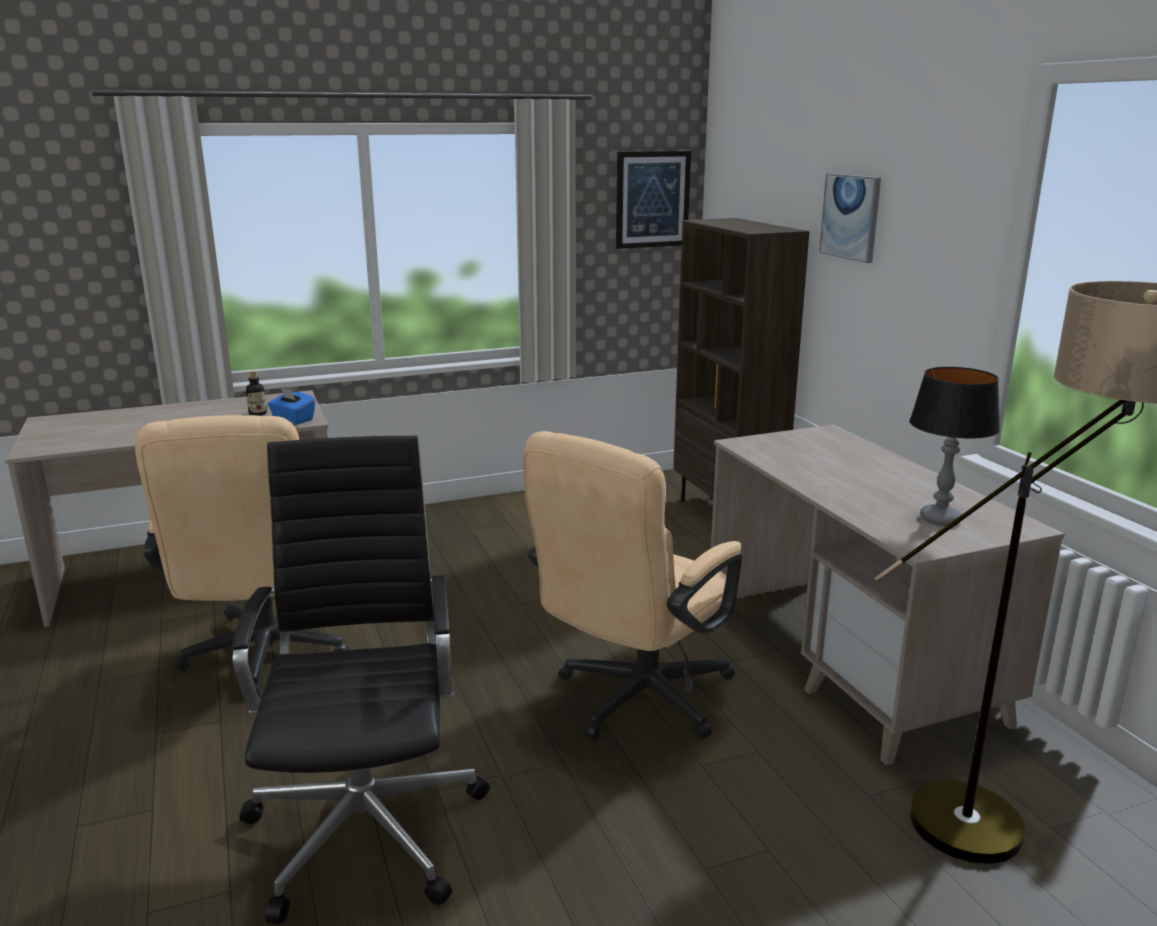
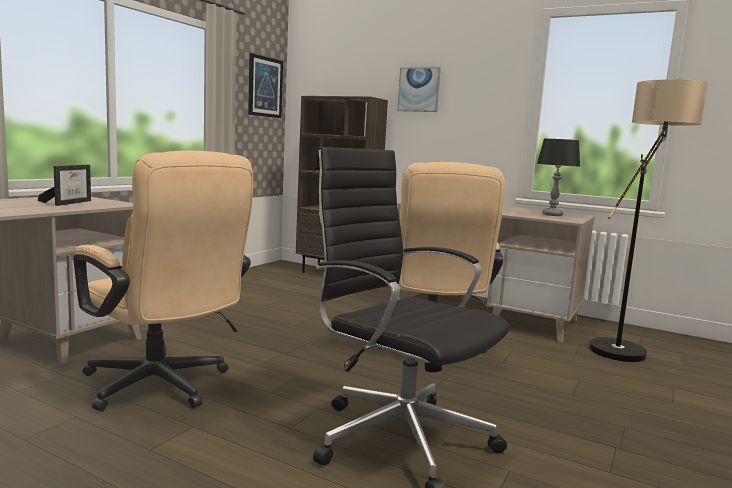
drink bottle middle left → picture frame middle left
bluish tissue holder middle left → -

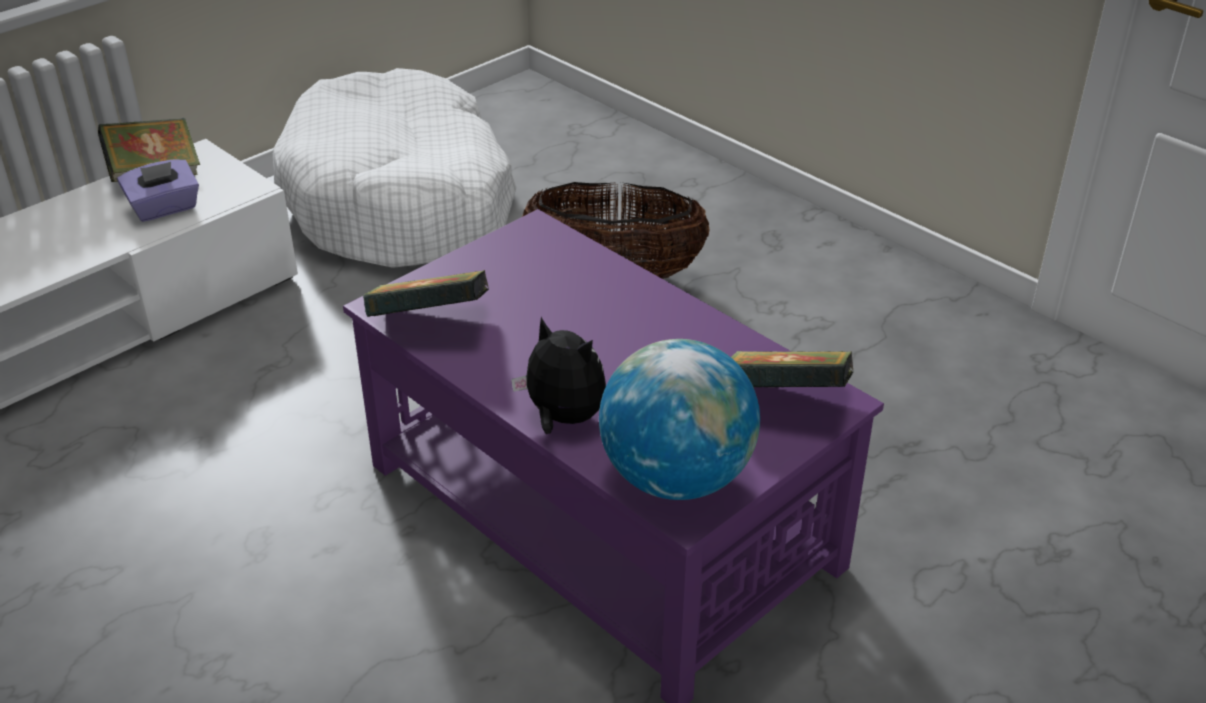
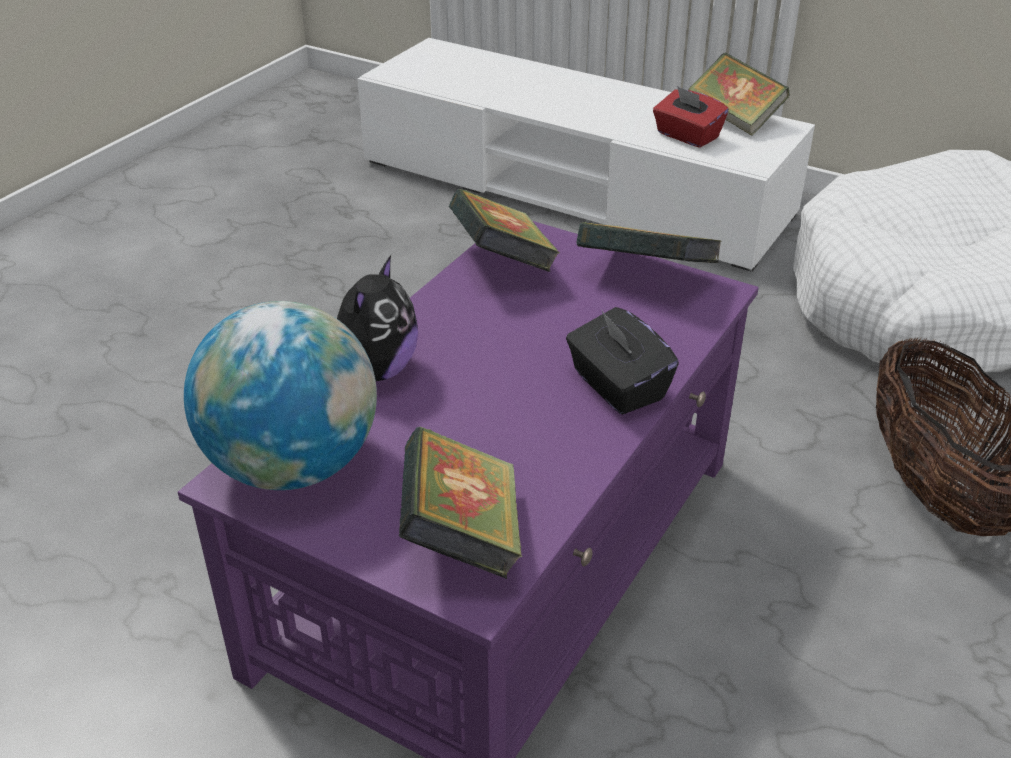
purple tissue holder top left → red tissue holder top right
- → volume (no. 3 from left) top centre
- → black tissue holder centre

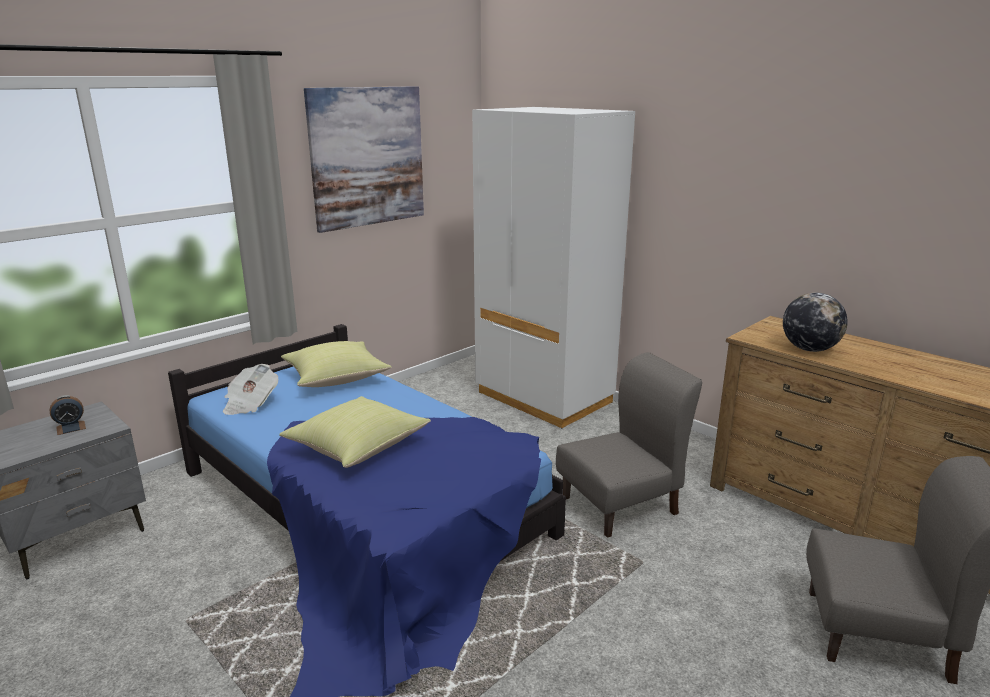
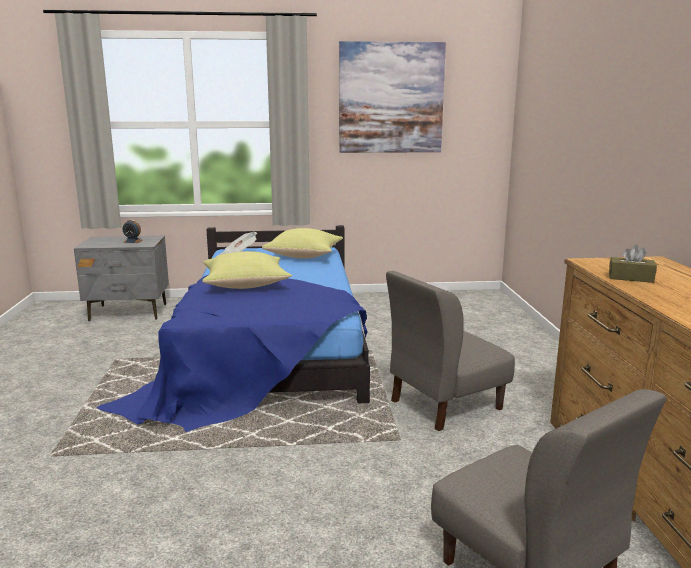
whitish armoire centre → -
desk globe middle right → brownish tissue holder middle right
greyish plain chair (no. 1 from left) centre, 135 degrees clockwise

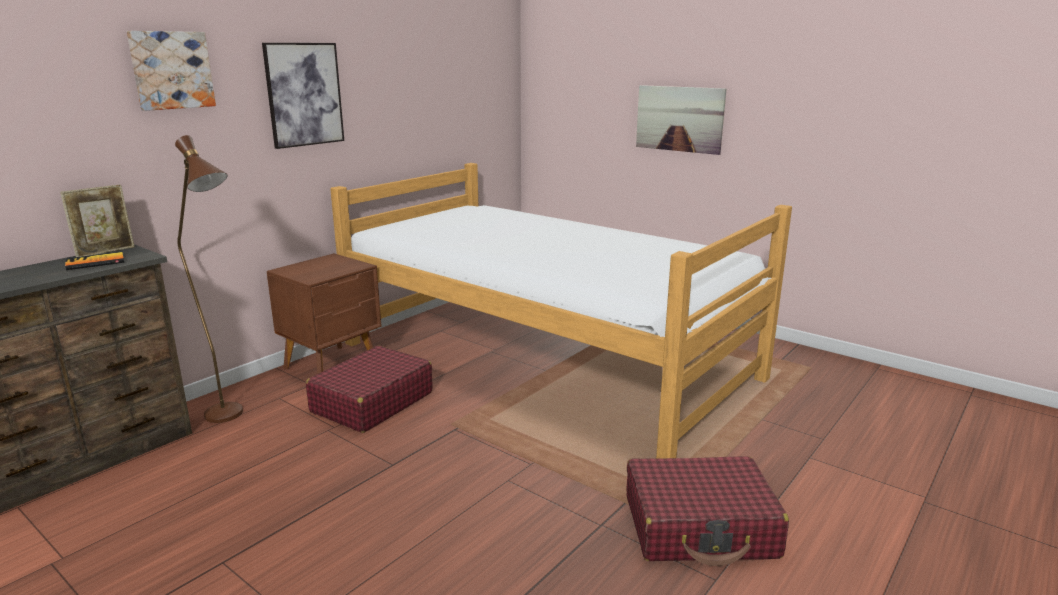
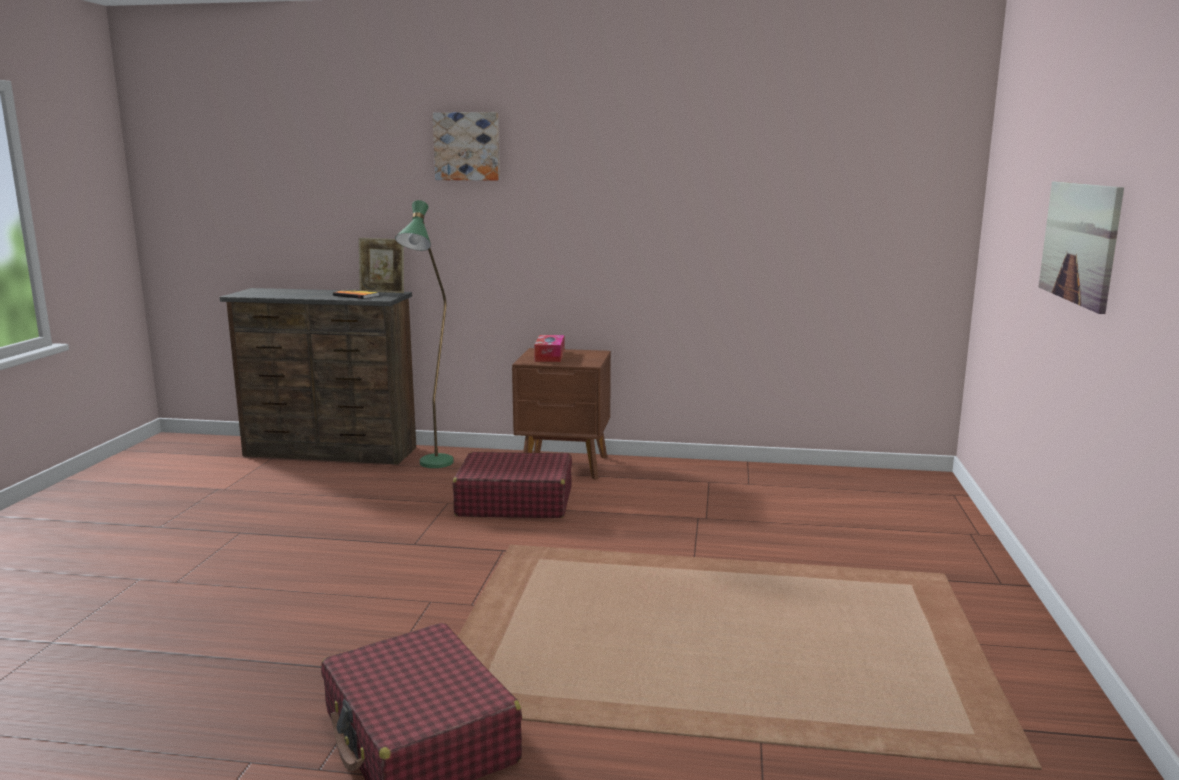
wall picture (no. 2 from left) top left → -
brownish standard lamp middle left → green standard lamp centre
bed centre → -
- → tissue holder centre

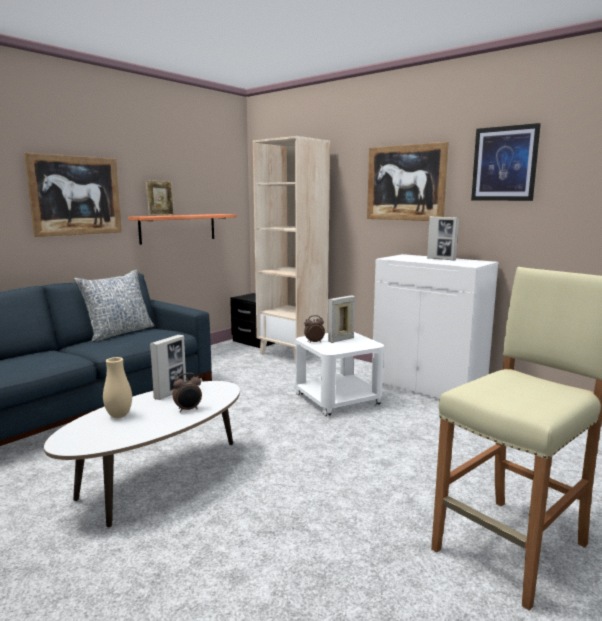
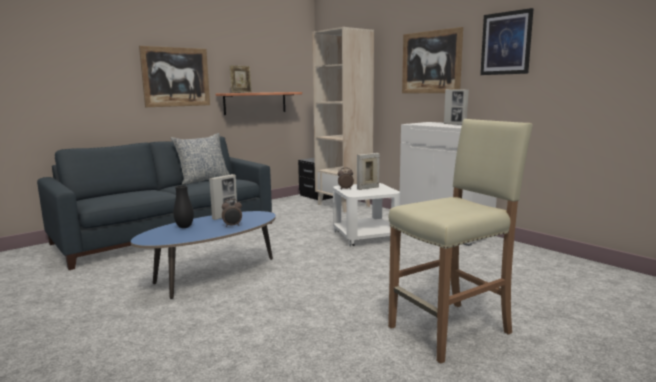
beige-coloured decorative vase middle left → black decorative vase middle left
whitish coffee table bottom left → bluish coffee table bottom left

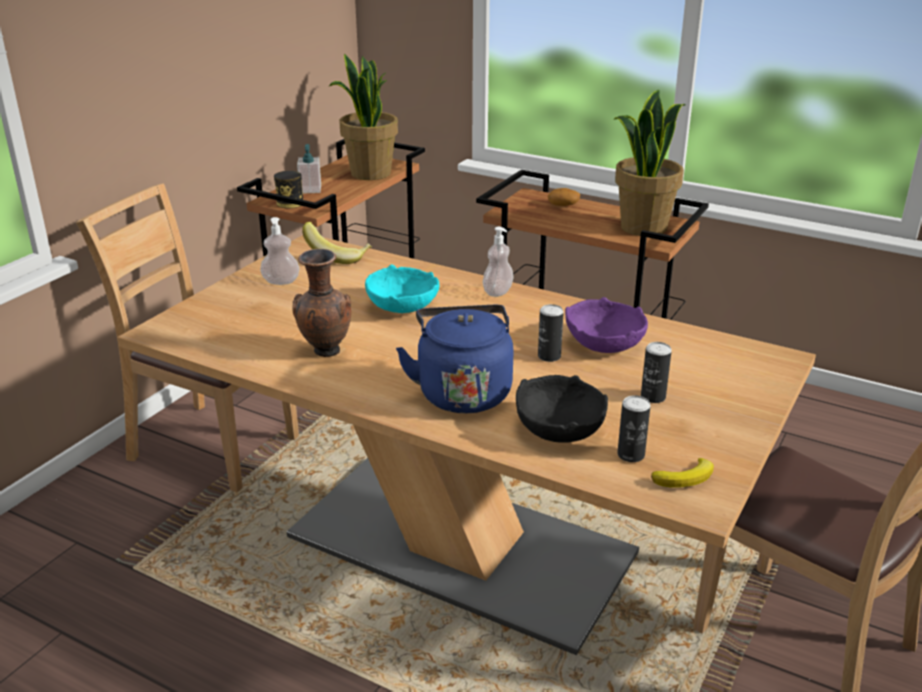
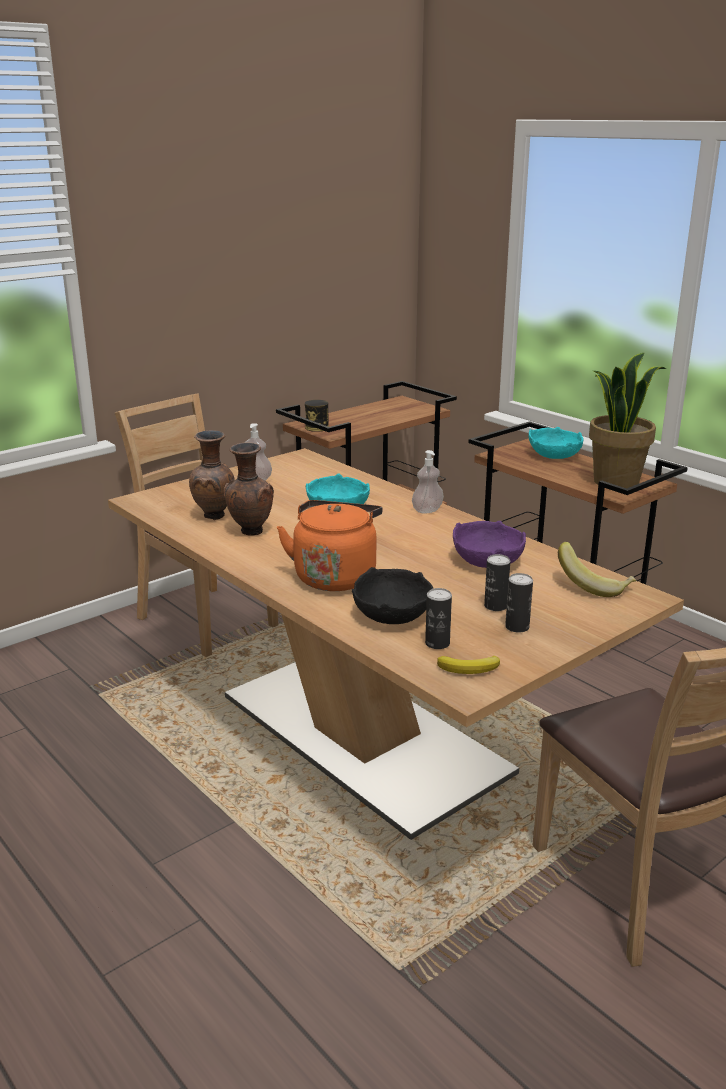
plant in a pot (no. 1 from left) top centre → -
soap dispenser (no. 2 from left) top centre → -
whole potato top centre → turquoise deep dish (no. 2 from left) middle right
whole banana (no. 1 from left in the first image) centre → whole banana (no. 2 from left) middle right, relocated
sealed can (no. 2 from left in the first image) centre → sealed can (no. 4 from left) middle right, relocated
bluish kettle centre → orange-coloured kettle centre
- → brownish decorative vase (no. 1 from left) middle left

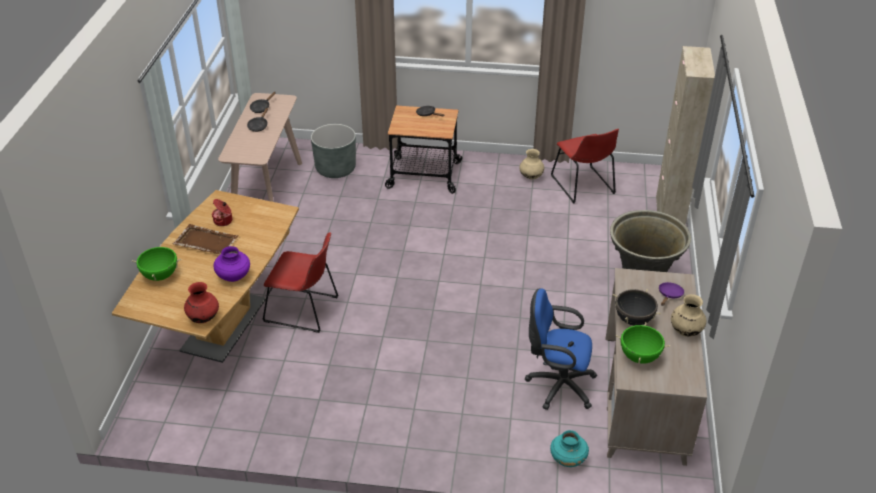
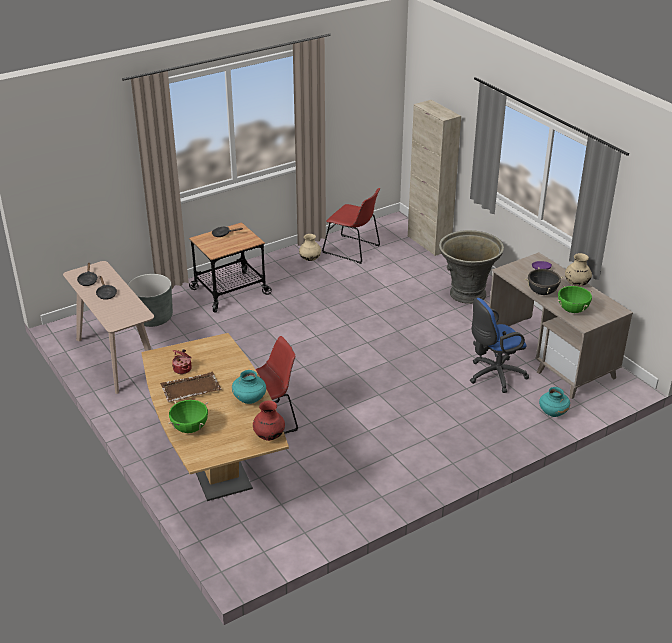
purple decorative vase middle left → turquoise decorative vase (no. 1 from left) centre

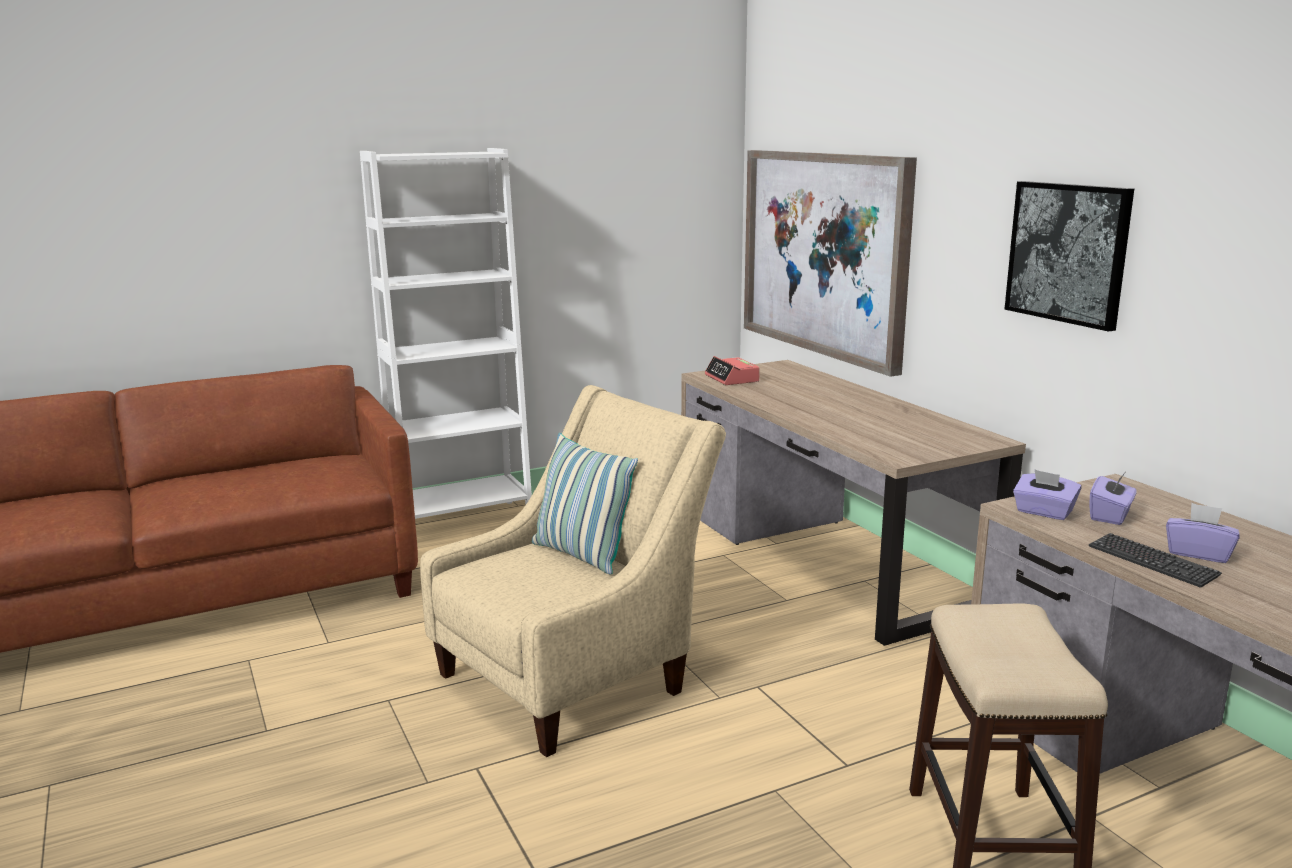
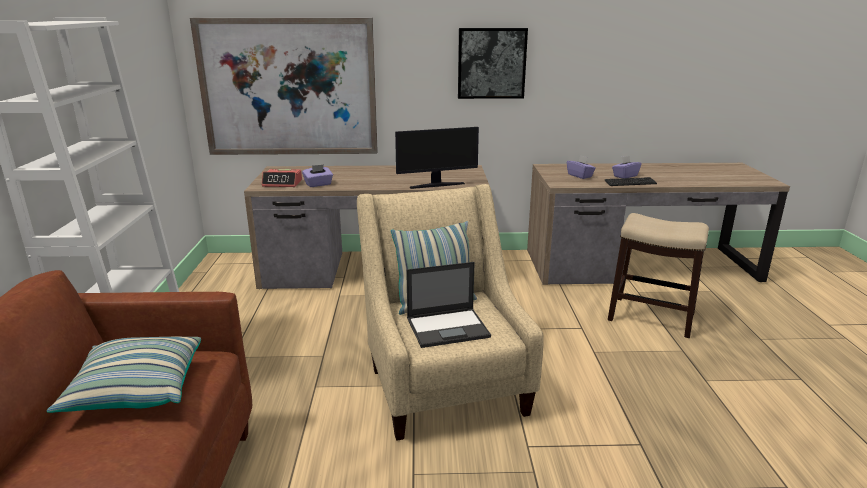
purple tissue holder (no. 1 from left) middle right → purple tissue holder (no. 1 from left) centre, relocated
- → monitor top centre
- → portable computer centre
- → pillow (no. 1 from left) bottom left

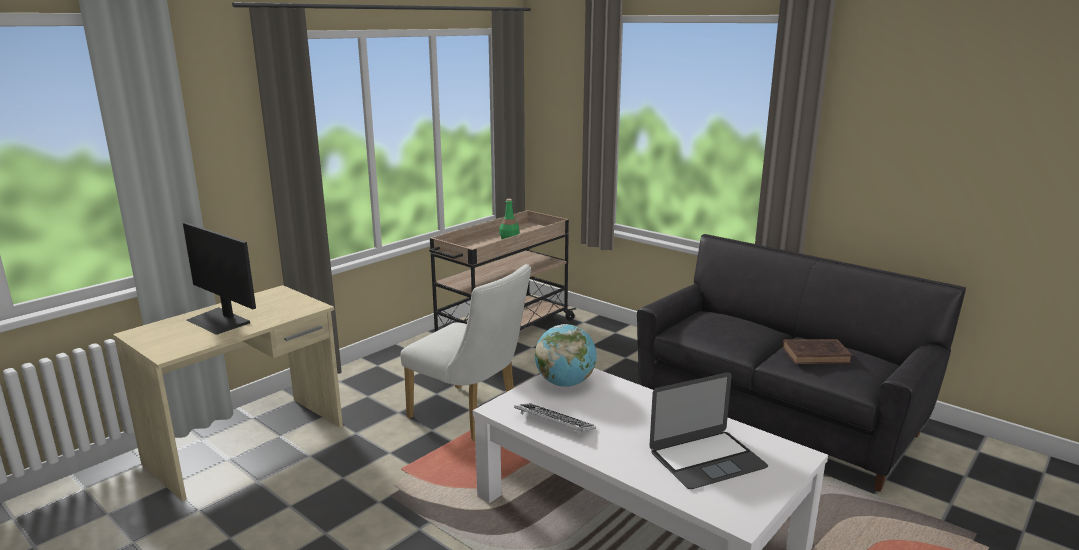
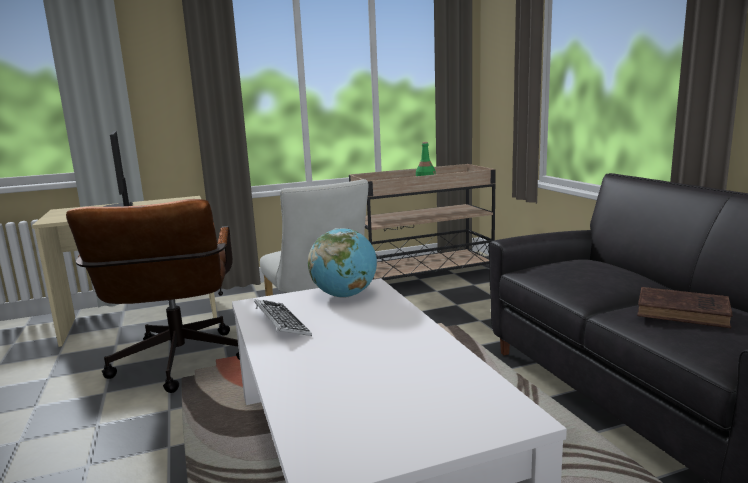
portable computer bottom centre → -
- → brownish desk chair middle left

